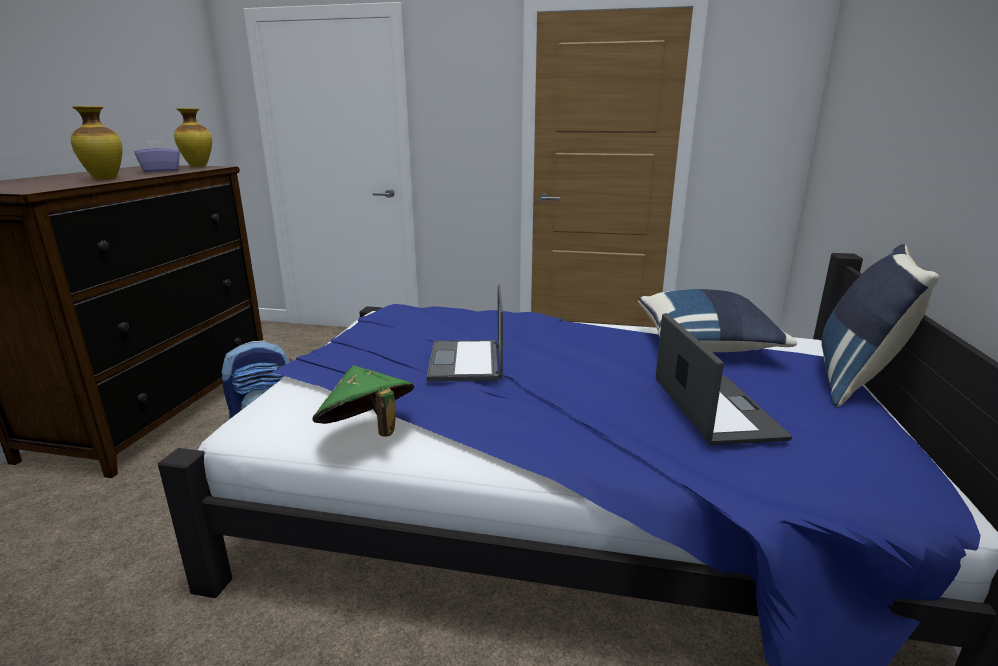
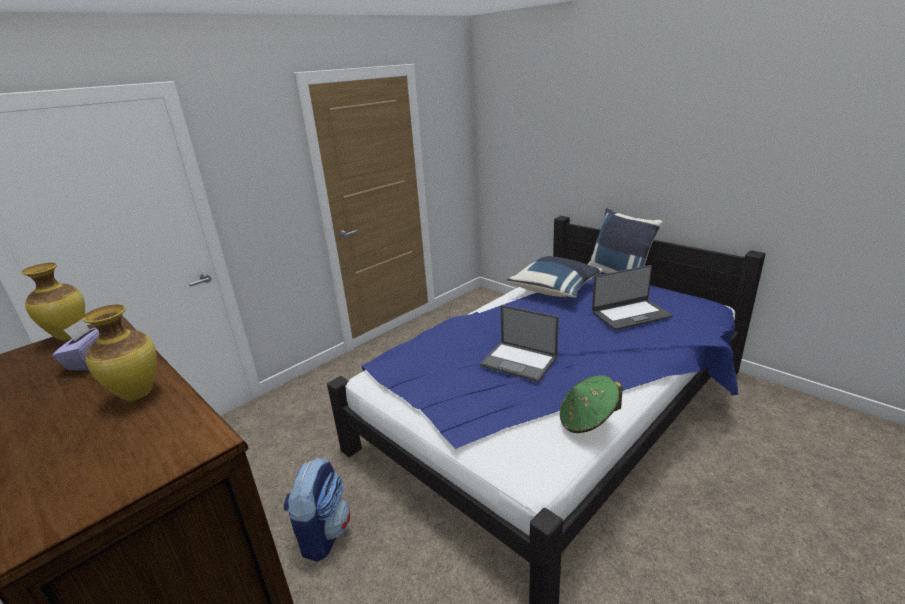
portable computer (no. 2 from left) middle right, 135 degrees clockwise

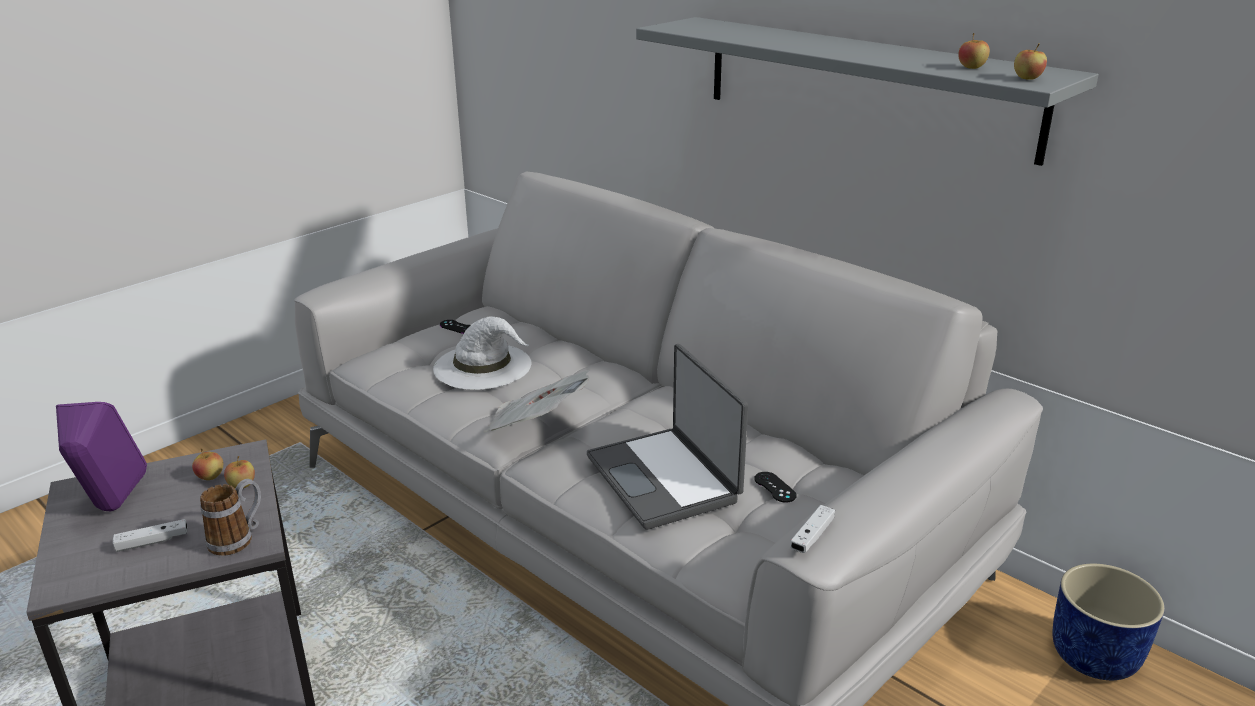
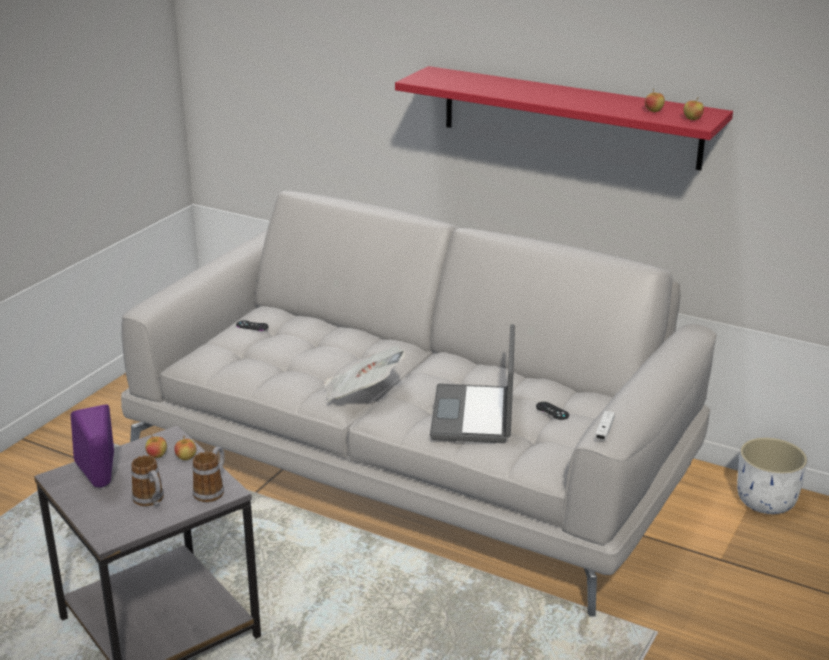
greyish wall shelf top right → red wall shelf top right
whitish clothing hat centre → -
portable computer centre, 45 degrees clockwise
whitish gamepad (no. 1 from left) bottom left → mug (no. 1 from left) bottom left
bluish flower pot bottom right → whitish flower pot bottom right

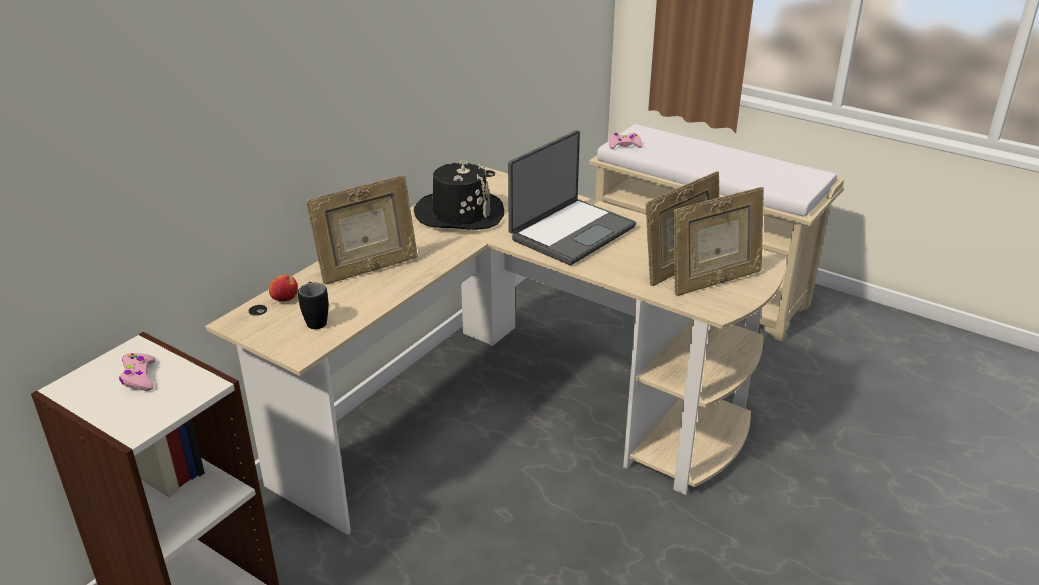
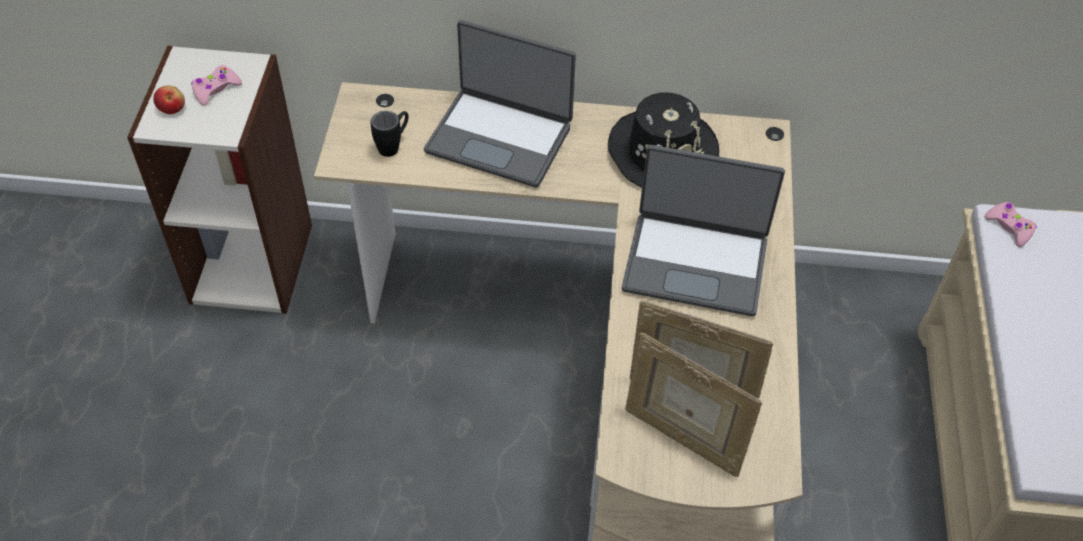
picture frame (no. 1 from left) centre → portable computer (no. 1 from left) top centre
apple middle left → apple top left, relocated

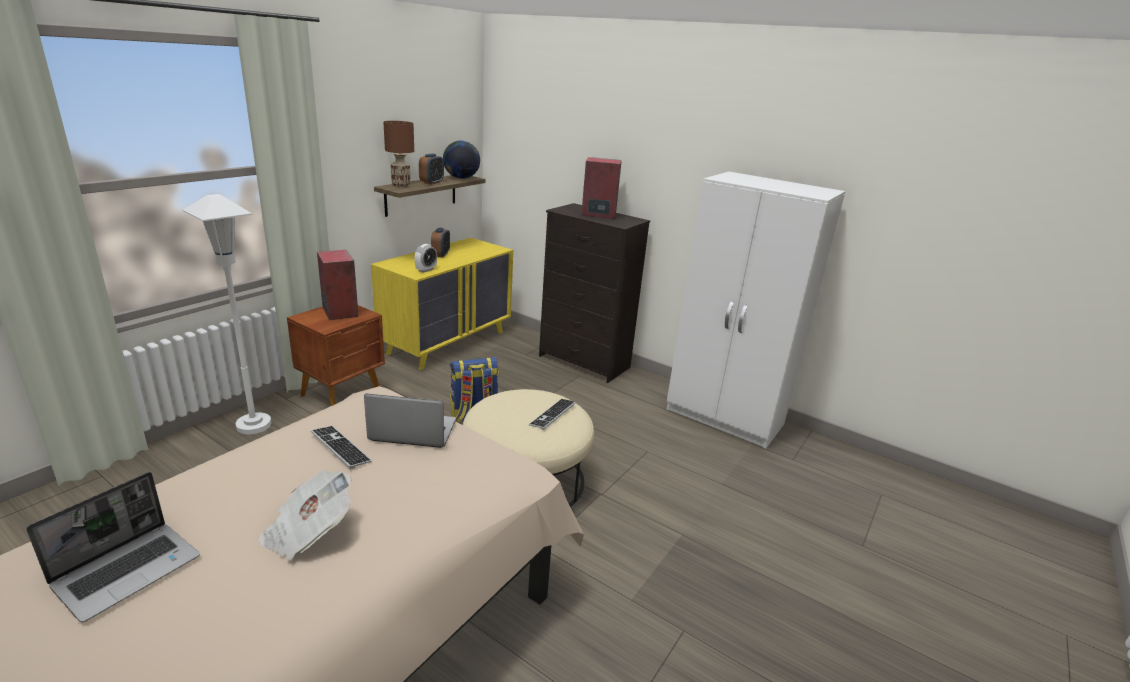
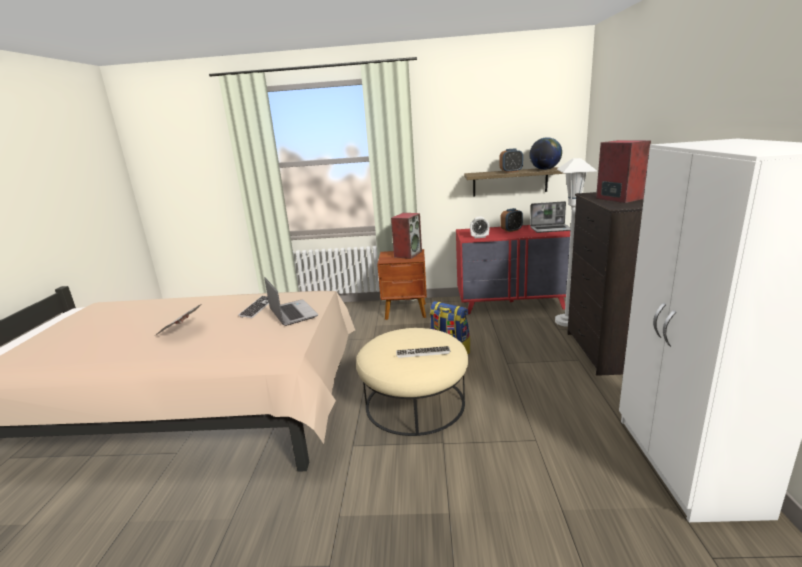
brownish tabletop lamp top centre → -
whitish standard lamp middle left → whitish standard lamp middle right, relocated
yellow-coloured drawer chest centre → red drawer chest centre
portable computer (no. 1 from left in the first image) bottom left → portable computer (no. 2 from left) middle right, relocated

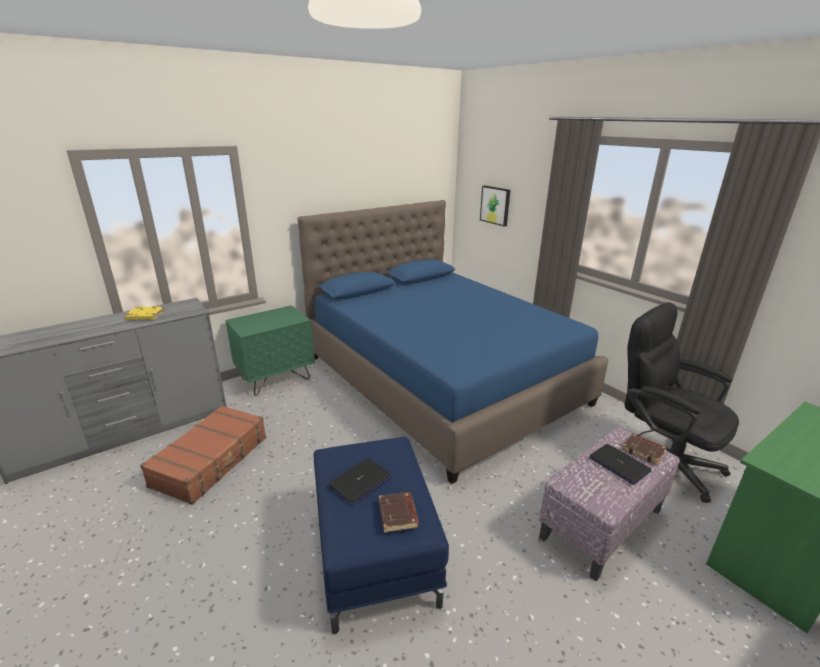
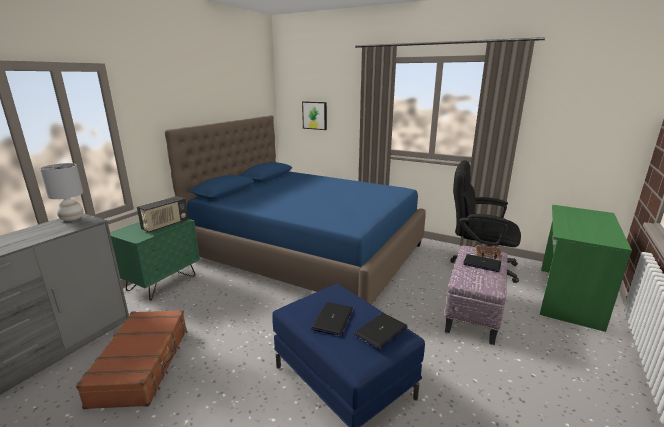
yellow-coloured volume middle left → -
brownish volume (no. 1 from left) bottom centre → portable computer (no. 2 from left) bottom centre
- → greyish tabletop lamp middle left
- → radio receiver middle left

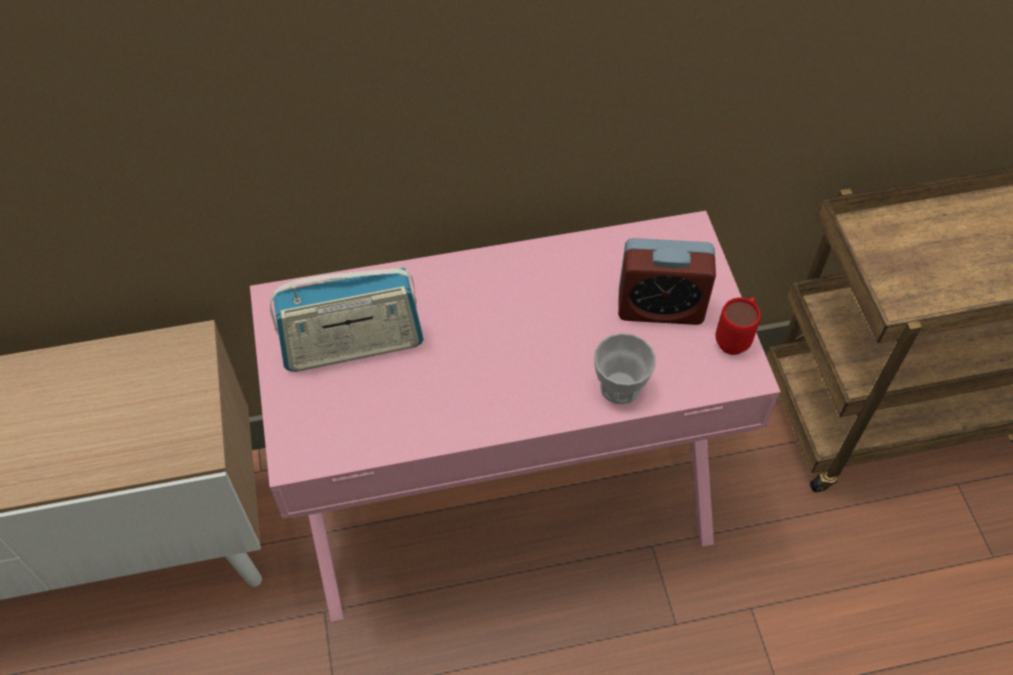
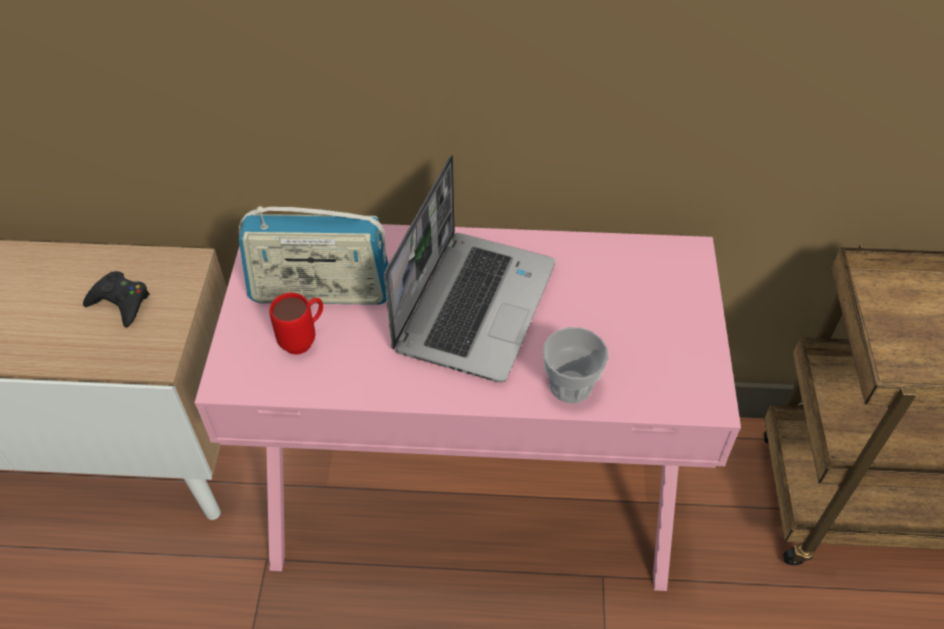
alarm clock centre → -
red mug middle right → red mug middle left, relocated
- → portable computer centre
- → black gamepad middle left

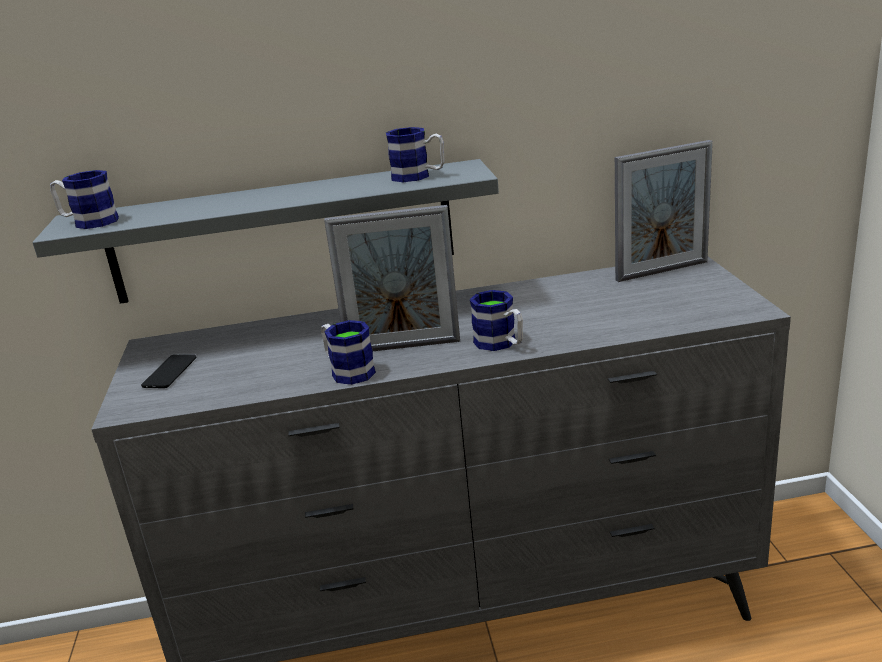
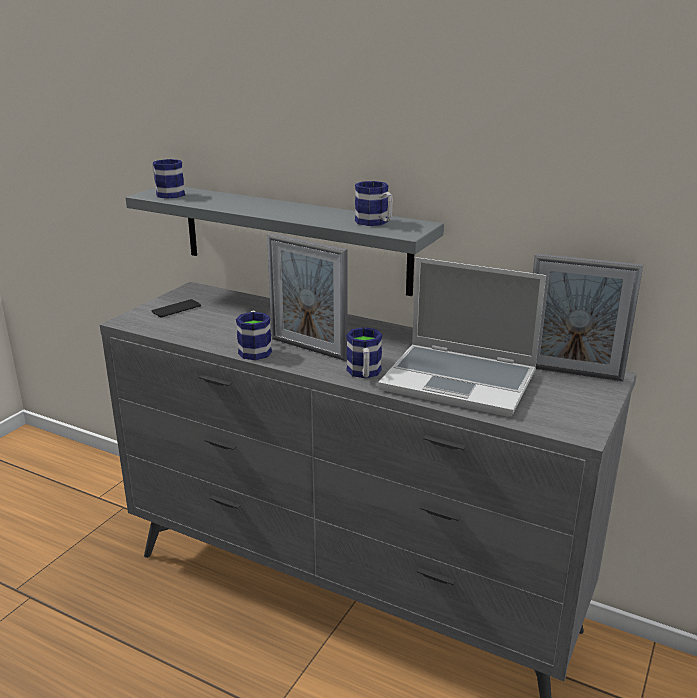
- → portable computer centre

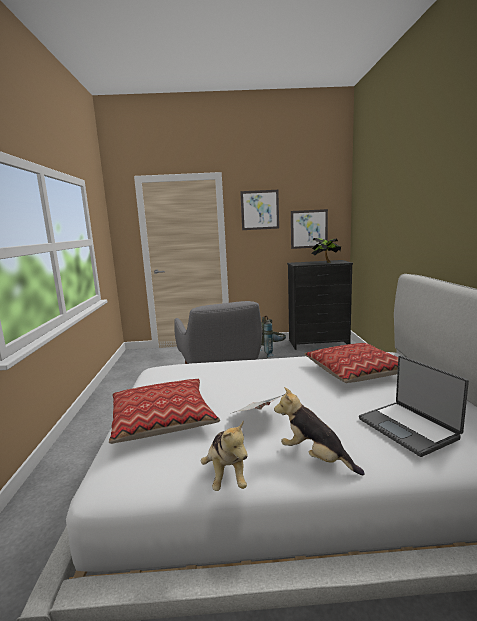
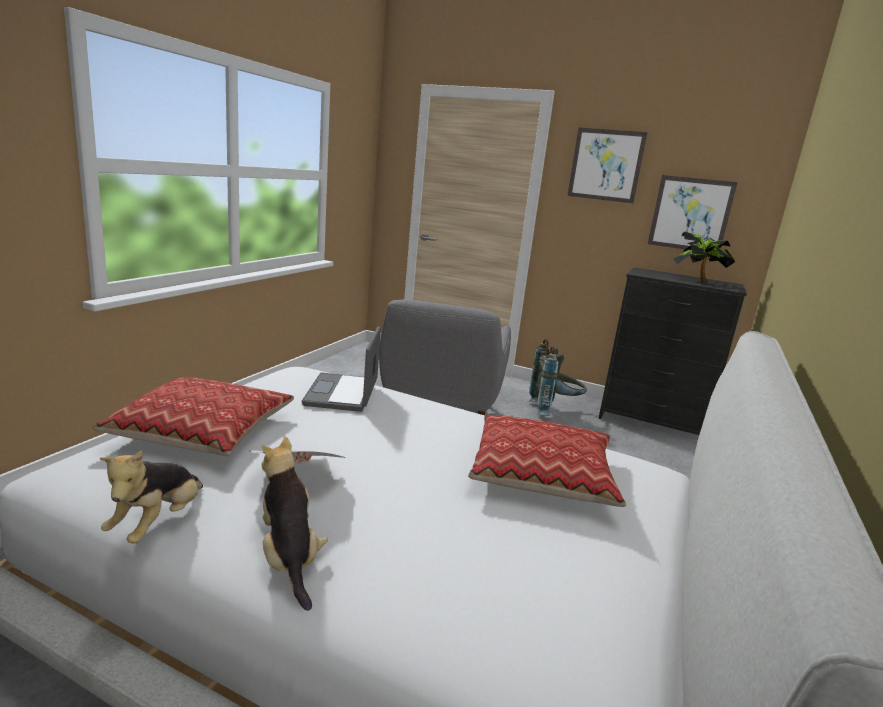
portable computer middle right → portable computer centre, relocated

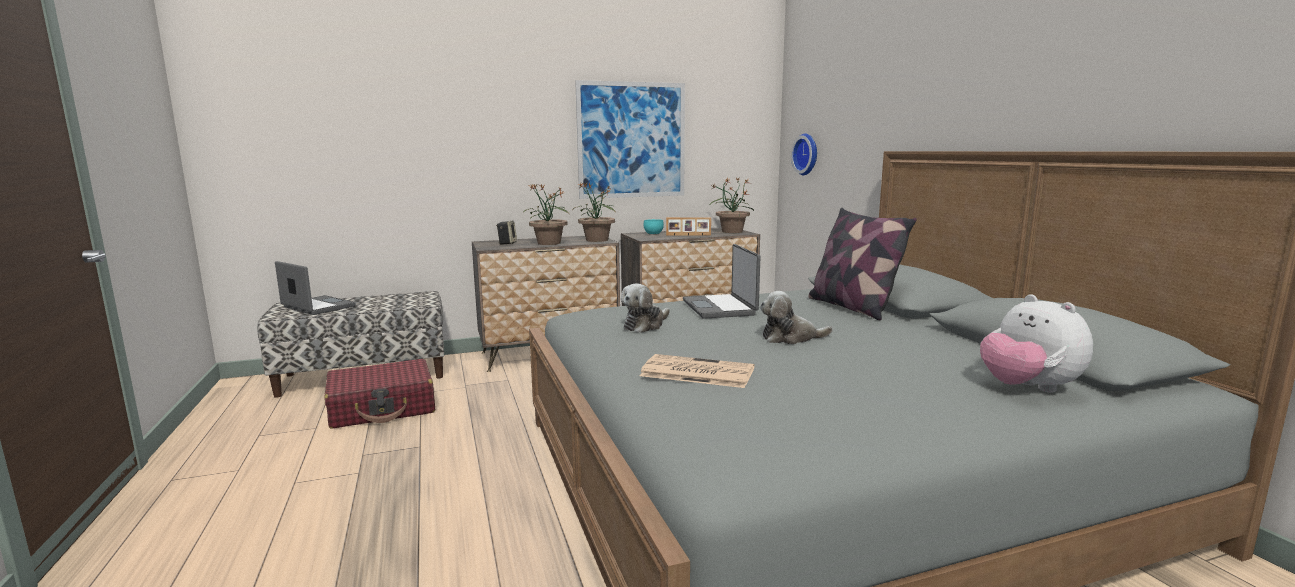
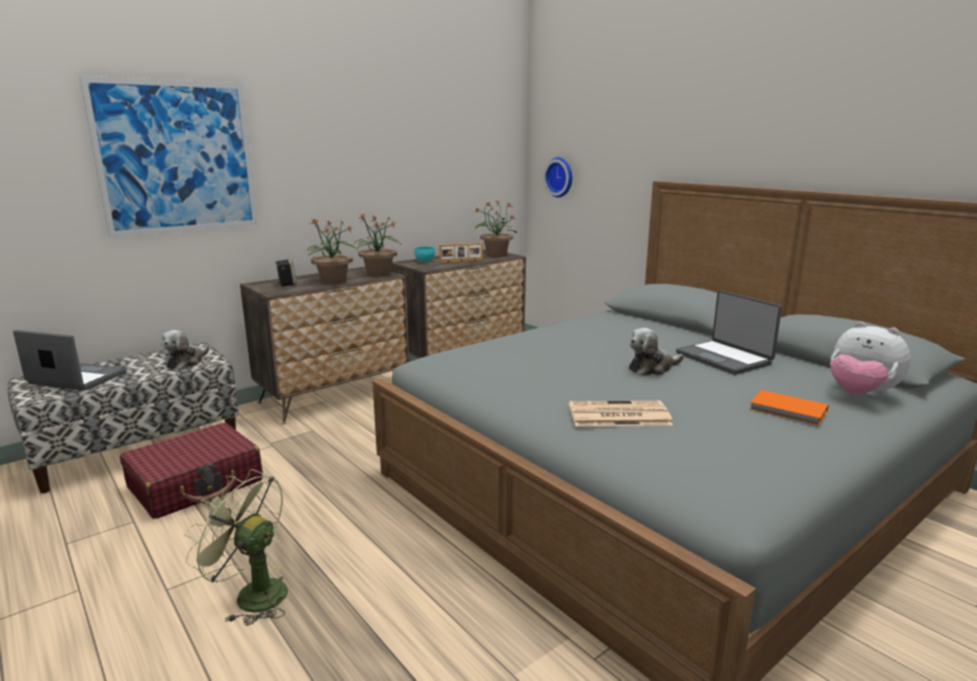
wall picture top centre → wall picture top left, relocated
pillow centre → -
portable computer (no. 2 from left) centre → portable computer (no. 2 from left) middle right, relocated
soft toy (no. 1 from left) centre → soft toy (no. 1 from left) middle left, relocated
- → orange-coloured volume middle right
- → green fan bottom left

